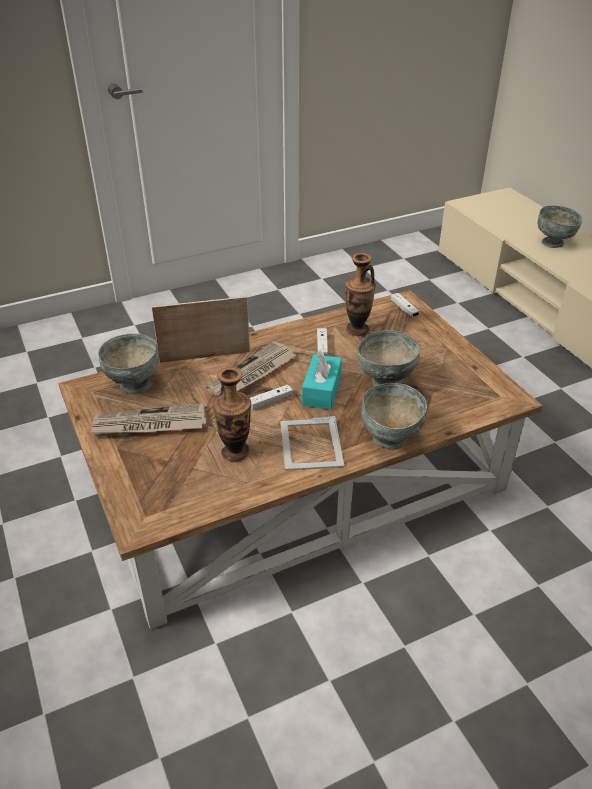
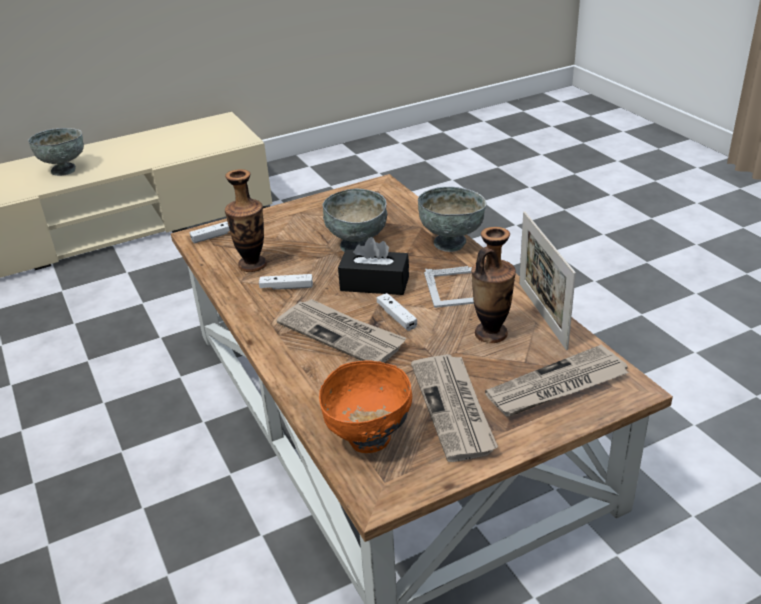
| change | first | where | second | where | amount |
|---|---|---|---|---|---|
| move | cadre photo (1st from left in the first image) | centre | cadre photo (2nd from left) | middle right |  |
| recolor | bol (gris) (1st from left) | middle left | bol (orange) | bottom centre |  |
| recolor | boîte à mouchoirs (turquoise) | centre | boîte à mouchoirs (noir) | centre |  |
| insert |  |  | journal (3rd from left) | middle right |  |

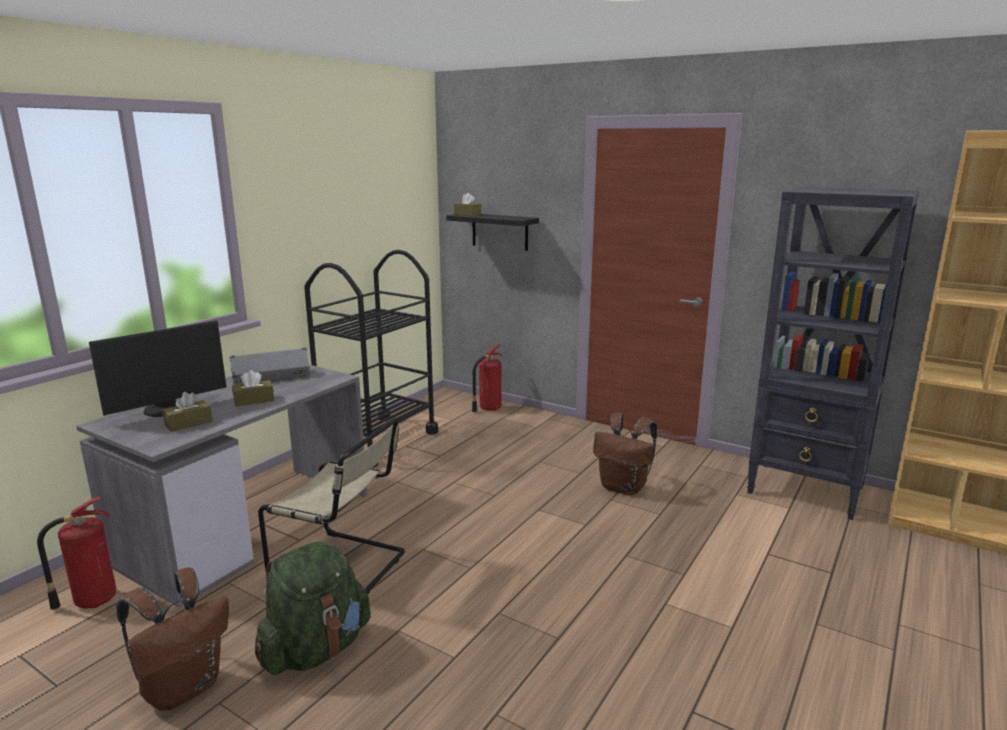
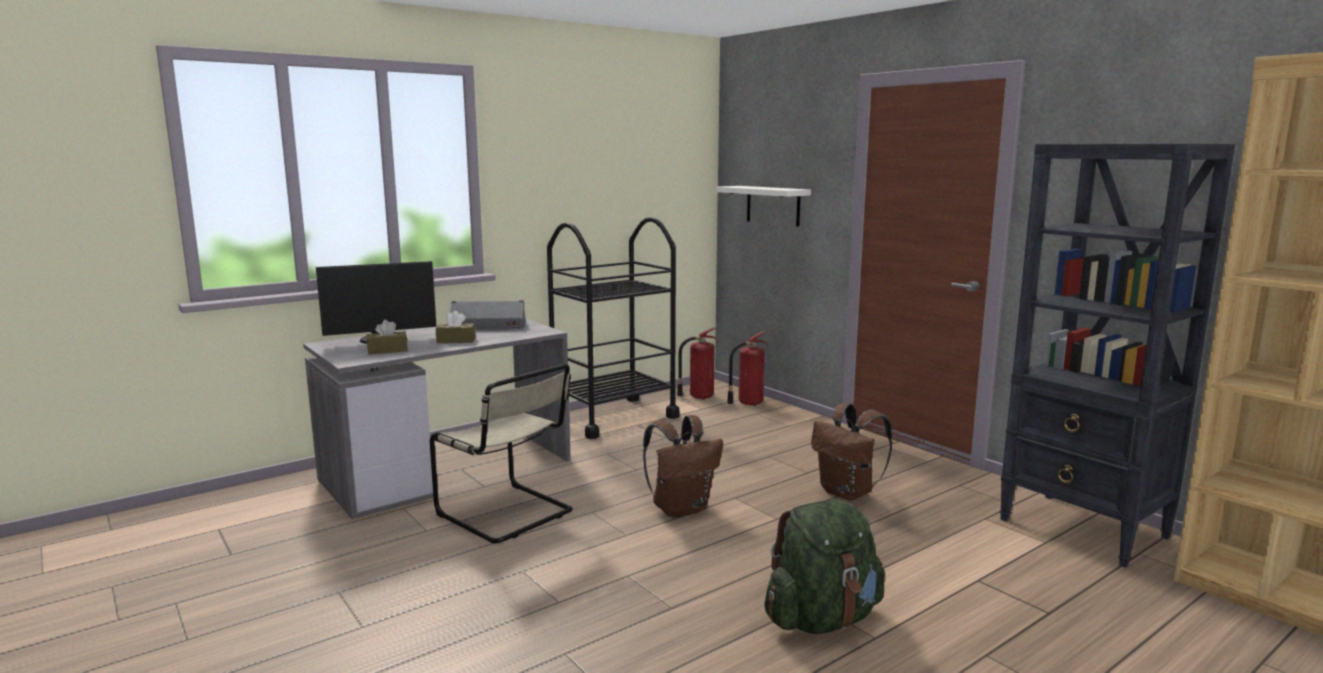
| change | first | where | second | where | amount |
|---|---|---|---|---|---|
| delete | boîte à mouchoirs (marron) (3rd from left) | top centre |  |  |  |
| recolor | étagère (noir) | top centre | étagère (blanc) | top centre |  |
| move | extincteur (1st from left) | bottom left |  | centre |  |
| move | sac à dos (vert) | bottom left |  | bottom centre |  |
| move | sac à dos (marron) (1st from left) | bottom left |  | bottom centre |  |

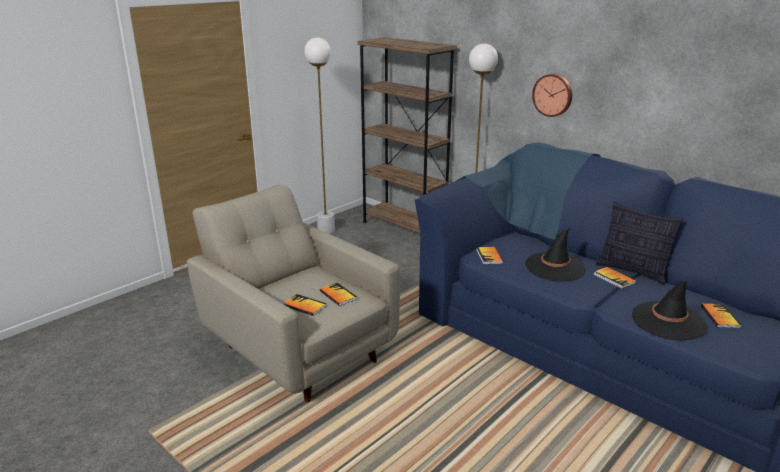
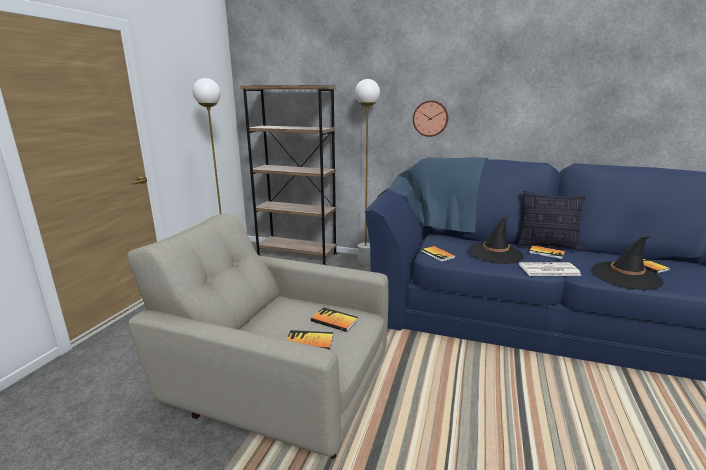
| change | first | where | second | where | amount |
|---|---|---|---|---|---|
| insert |  |  | journal | middle right |  |

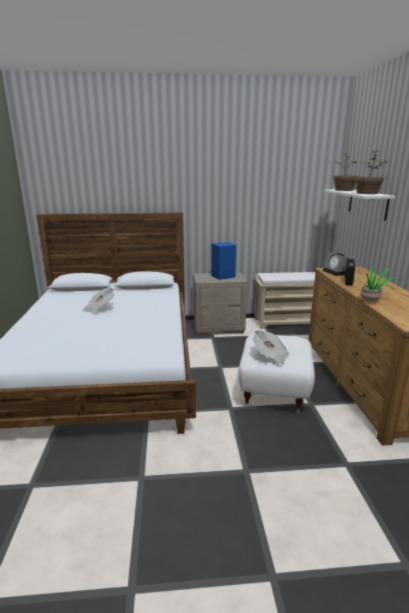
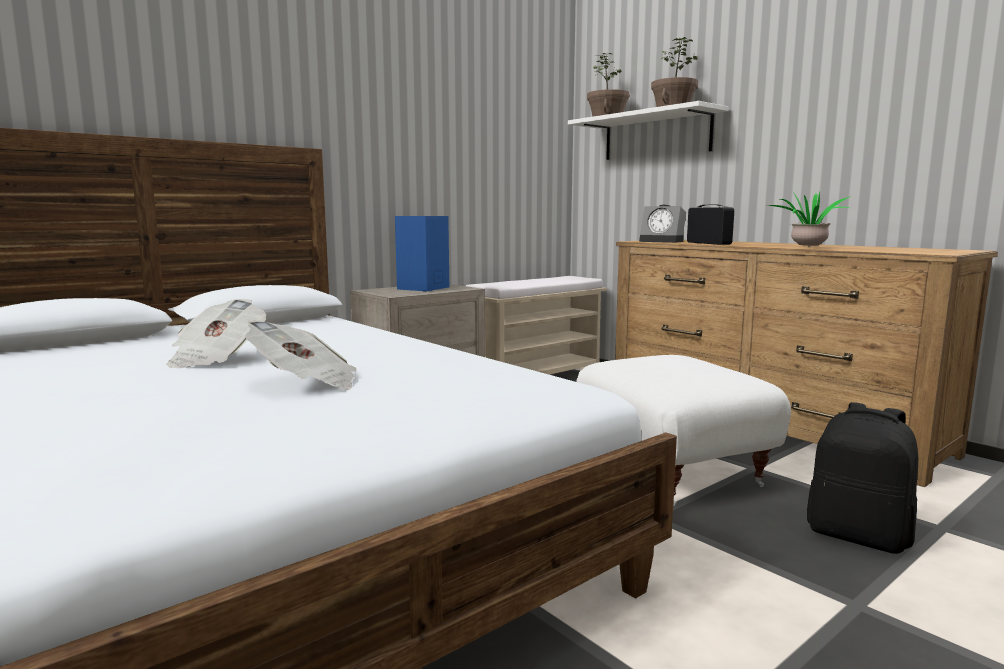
| change | first | where | second | where | amount |
|---|---|---|---|---|---|
| move | journal (2nd from left) | centre |  | middle left |  |
| insert |  |  | sac à dos (noir) | bottom right |  |

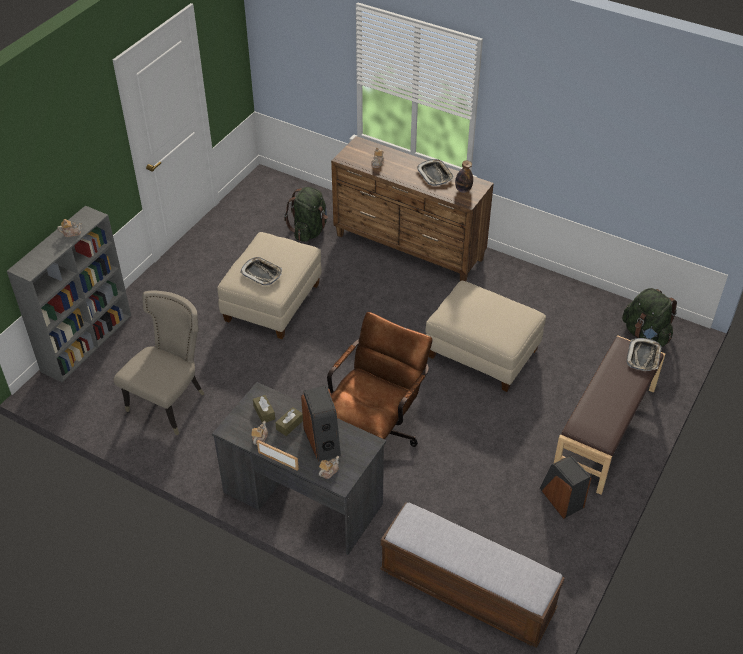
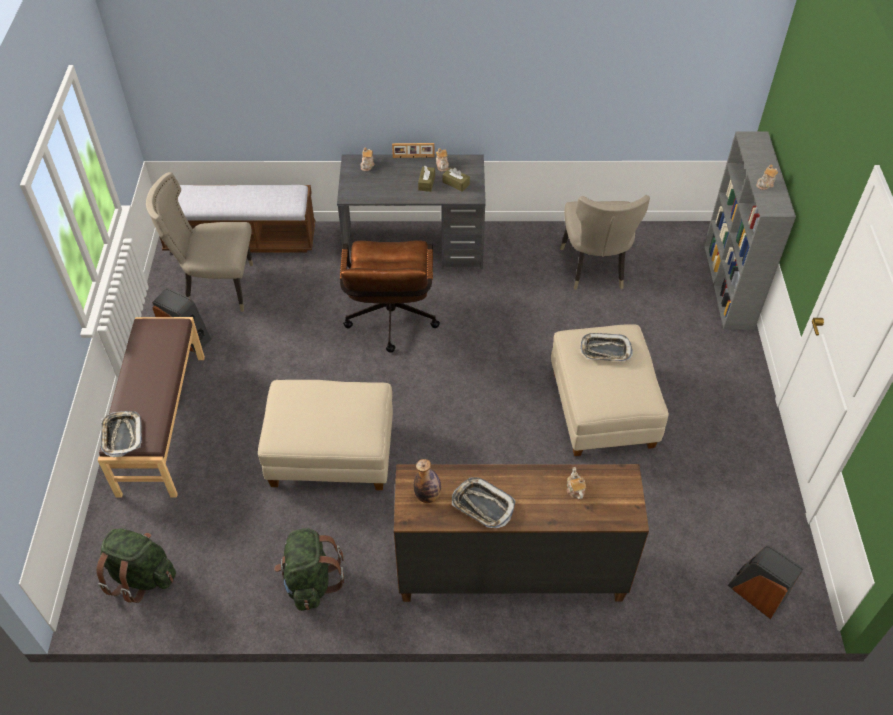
| change | first | where | second | where | amount |
|---|---|---|---|---|---|
| move | sac à dos (vert) (1st from left in the first image) | top centre | sac à dos (vert) (2nd from left) | bottom centre |  |
| move | enceinte (1st from left in the first image) | centre | enceinte (2nd from left) | bottom right |  |
| insert |  |  | chaise (beige) (1st from left) | middle left |  |

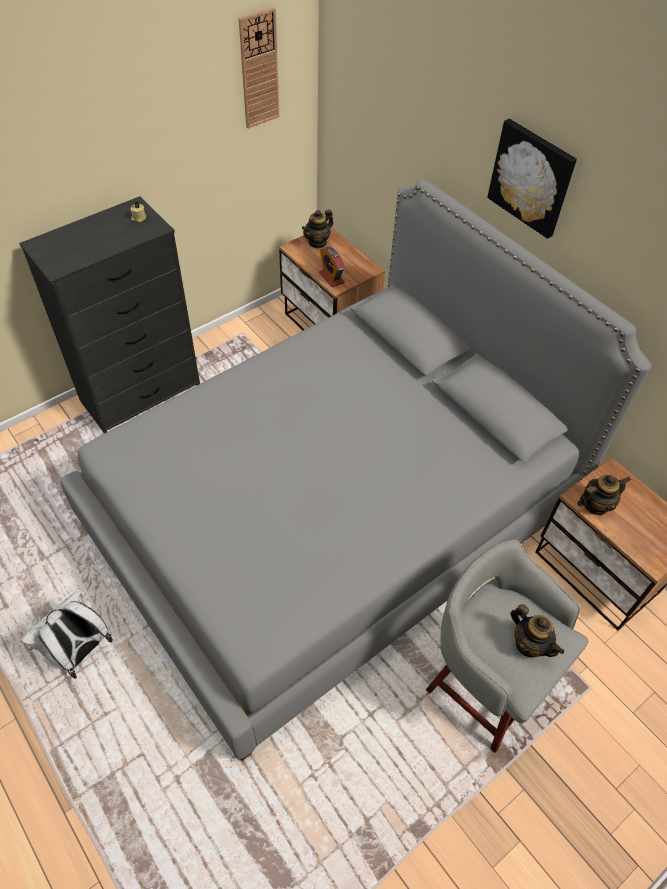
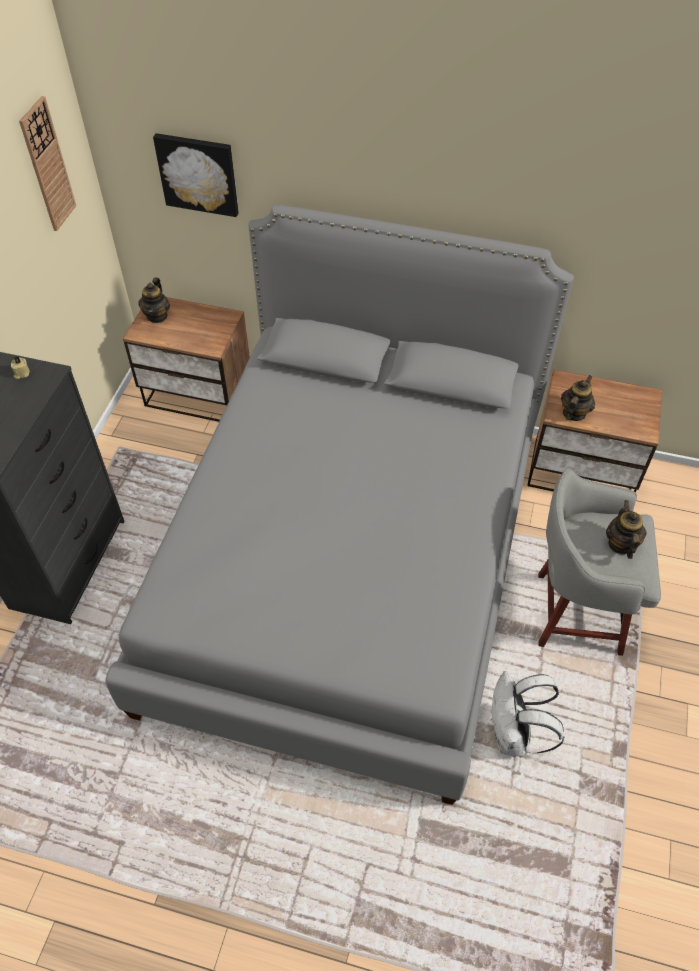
| change | first | where | second | where | amount |
|---|---|---|---|---|---|
| move | tableau | top right |  | top left |  |
| delete | réveil | top centre |  |  |  |
| move | sac à dos (blanc) | bottom left |  | bottom right |  |
| rotate | théière (2nd from left in the first image) | bottom right | théière (3rd from left) | middle right | 105 degrees counterclockwise |

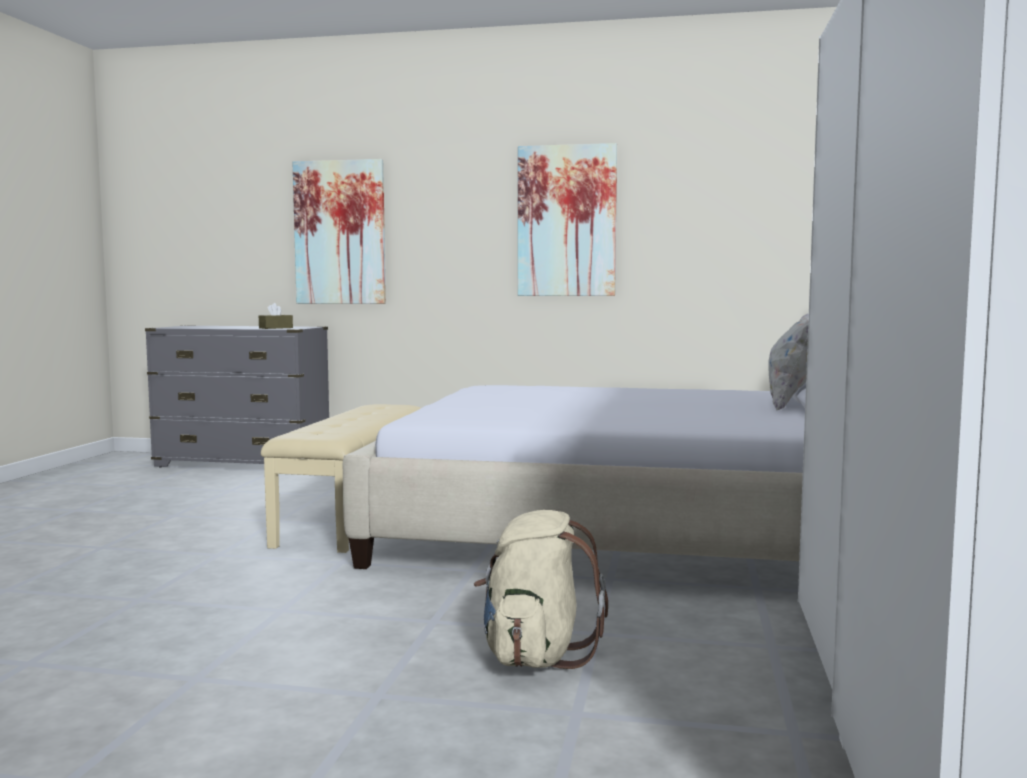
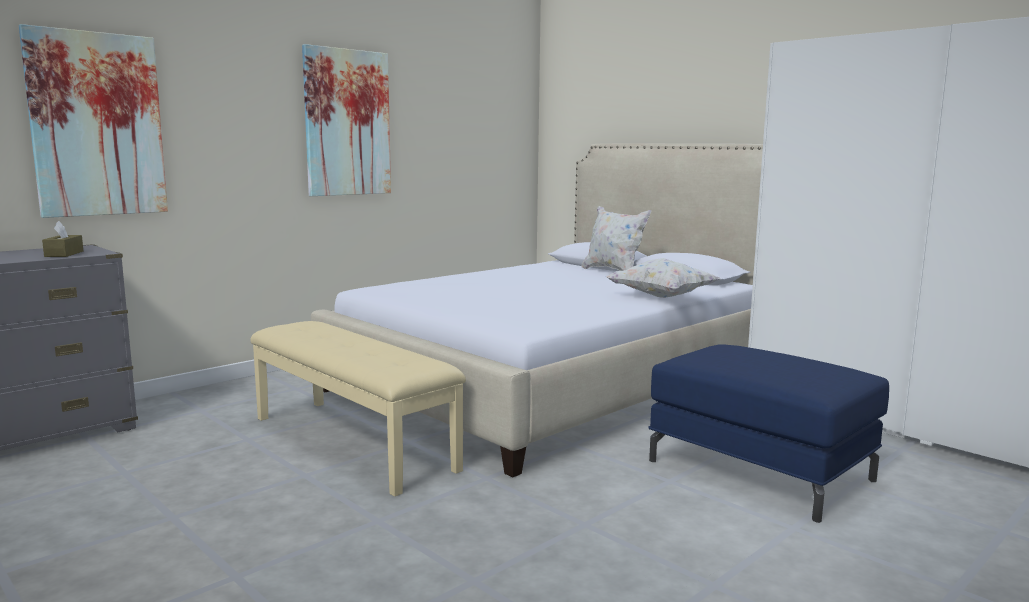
| change | first | where | second | where | amount |
|---|---|---|---|---|---|
| replace | sac à dos (beige) | bottom centre | pouf (bleu) | bottom right |  |
| insert |  |  | coussin (blanc) (2nd from left) | centre |  |

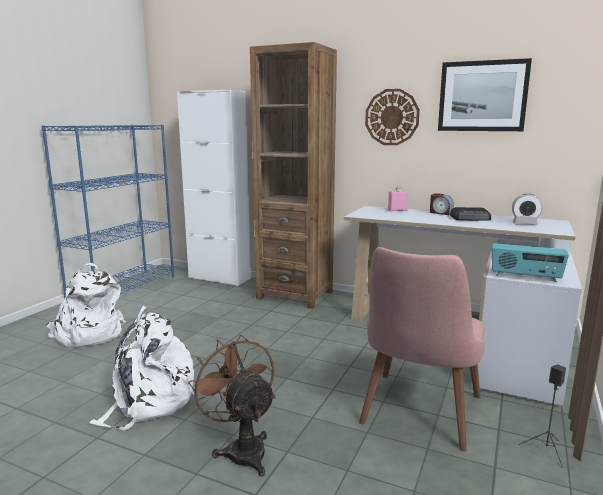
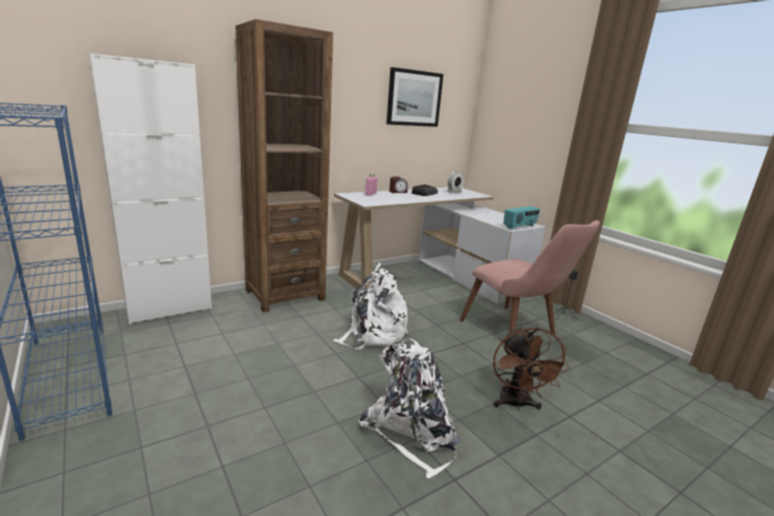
| change | first | where | second | where | amount |
|---|---|---|---|---|---|
| delete | horloge murale | top centre |  |  |  |
| move | sac à dos (blanc) (1st from left) | middle left |  | centre |  |
| rotate | ventilateur (marron) | bottom centre |  | bottom right | 90 degrees counterclockwise |

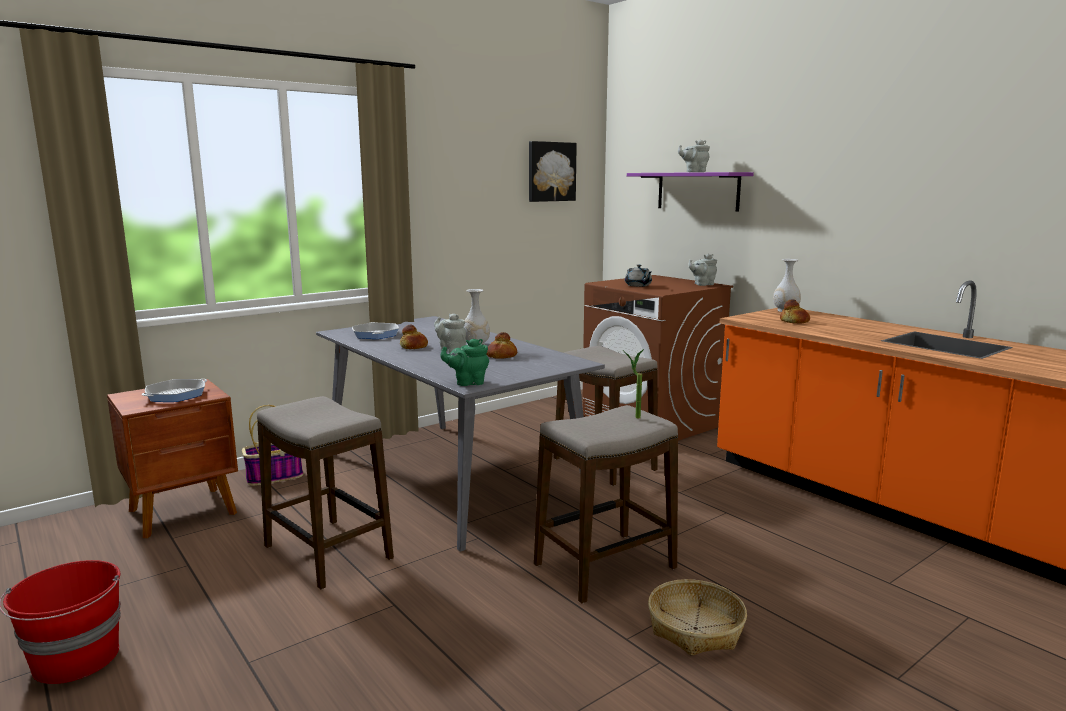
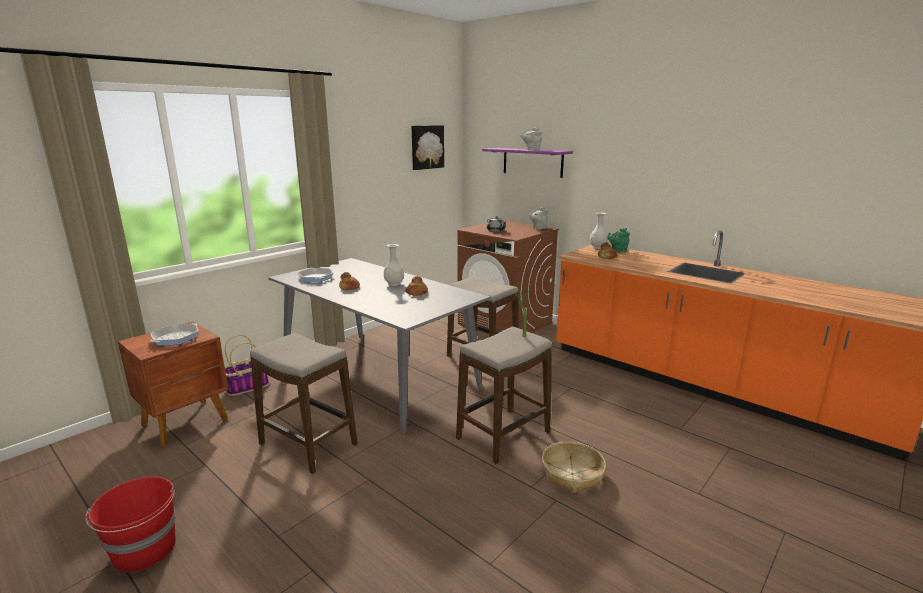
| change | first | where | second | where | amount |
|---|---|---|---|---|---|
| delete | théière (gris) (1st from left) | centre |  |  |  |
| move | théière (vert) | centre |  | middle right |  |

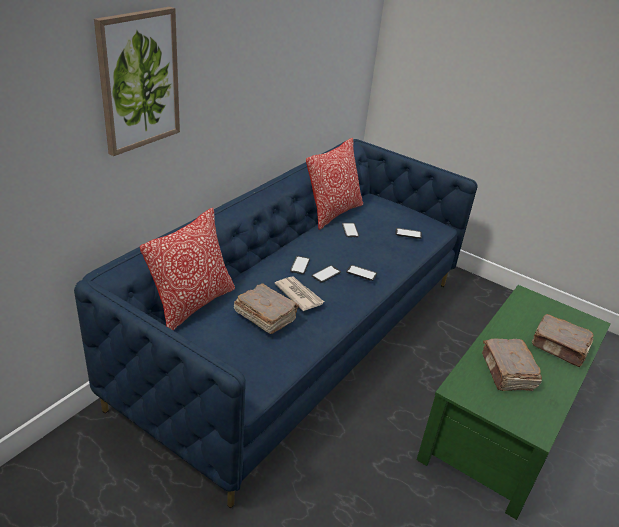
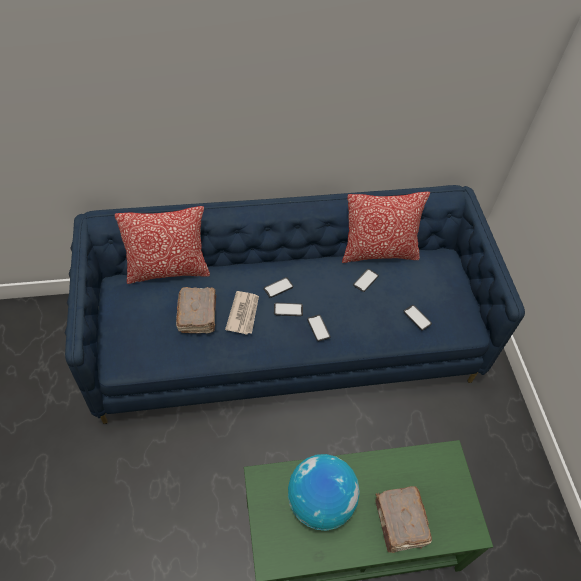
| change | first | where | second | where | amount |
|---|---|---|---|---|---|
| delete | tableau | top left |  |  |  |
| replace | livre (marron) (2nd from left) | bottom right | globe | bottom centre |  |

